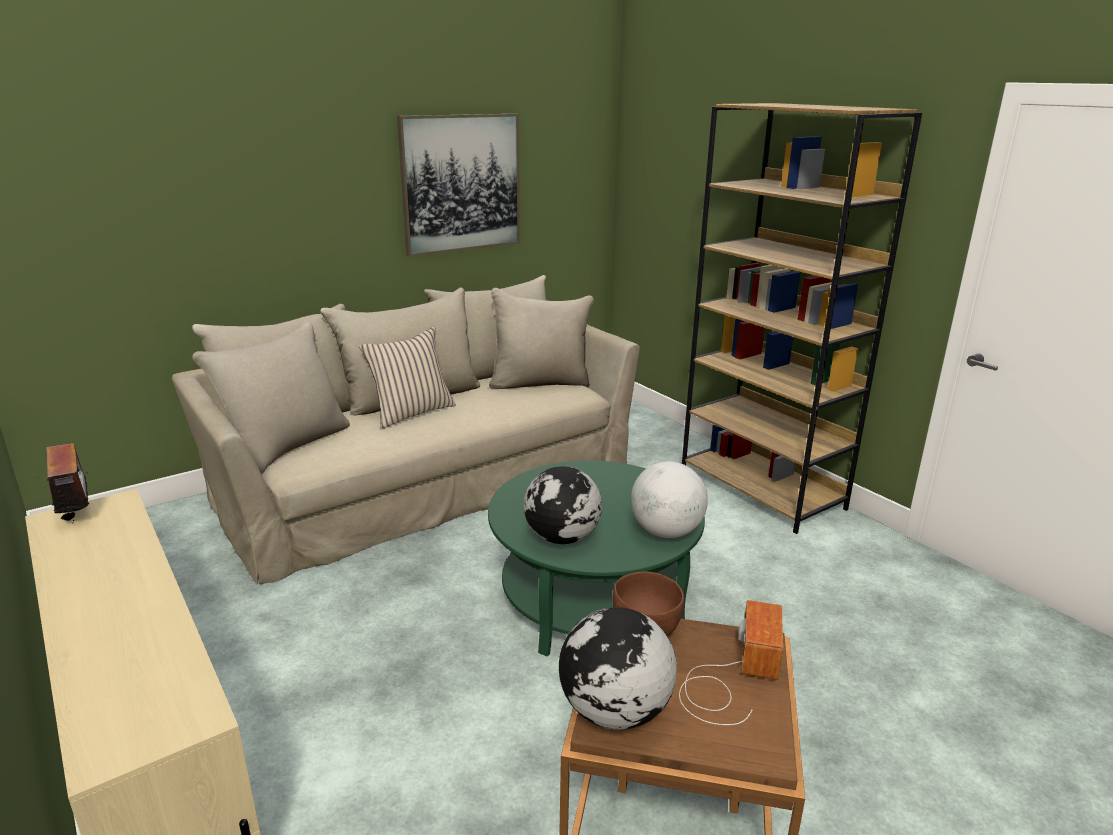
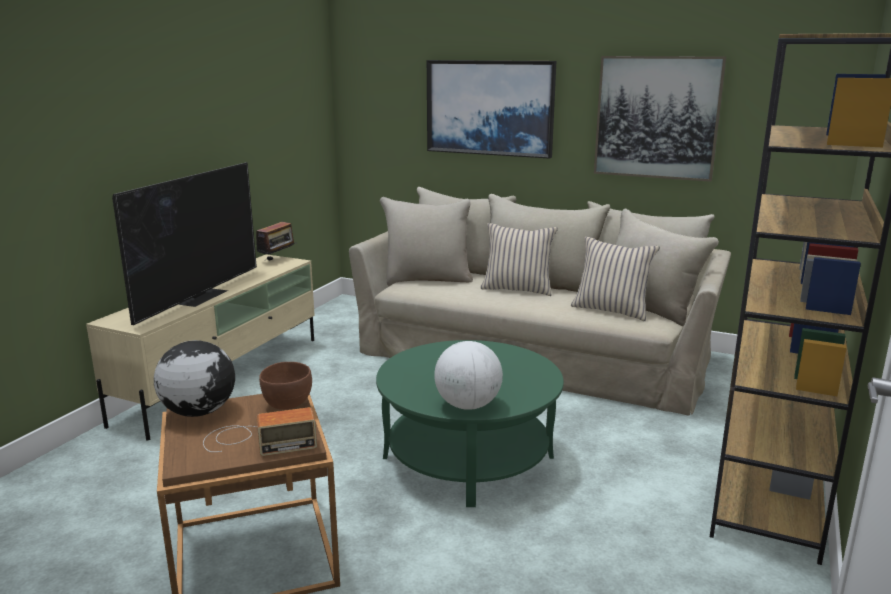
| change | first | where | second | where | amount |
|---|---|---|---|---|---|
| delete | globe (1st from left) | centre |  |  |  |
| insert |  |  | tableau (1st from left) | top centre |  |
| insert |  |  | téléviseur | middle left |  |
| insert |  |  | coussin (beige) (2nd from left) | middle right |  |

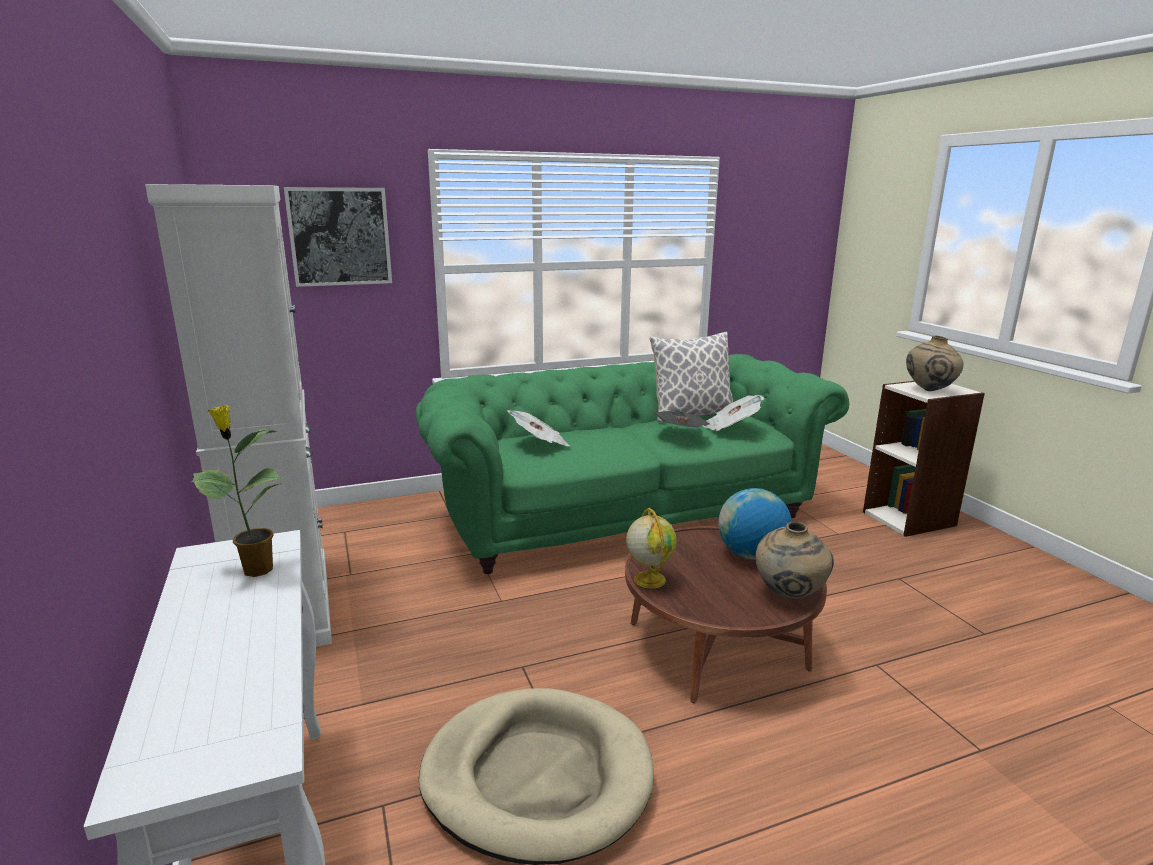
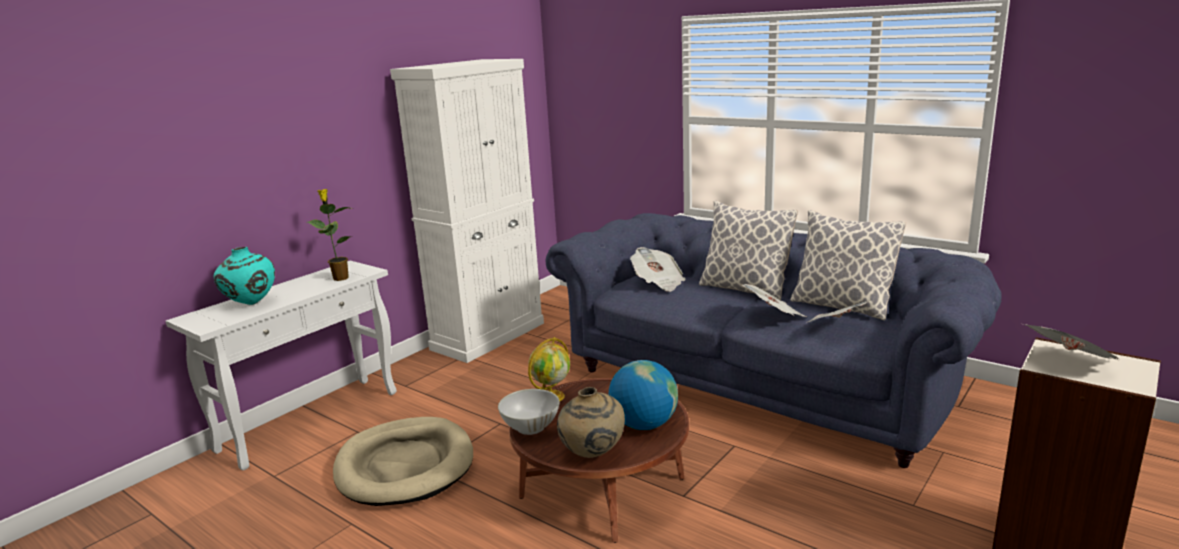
| change | first | where | second | where | amount |
|---|---|---|---|---|---|
| delete | tableau | top left |  |  |  |
| replace | vase (beige) (2nd from left) | middle right | journal (4th from left) | middle right |  |
| recolor | canapé (vert) | centre | canapé (bleu) | centre |  |
| insert |  |  | coussin (1st from left) | centre |  |
| insert |  |  | vase (turquoise) | middle left |  |
| insert |  |  | bol (blanc) | bottom centre |  |

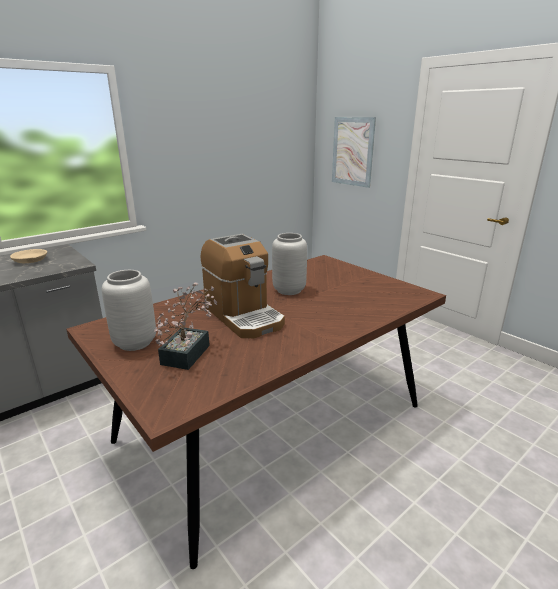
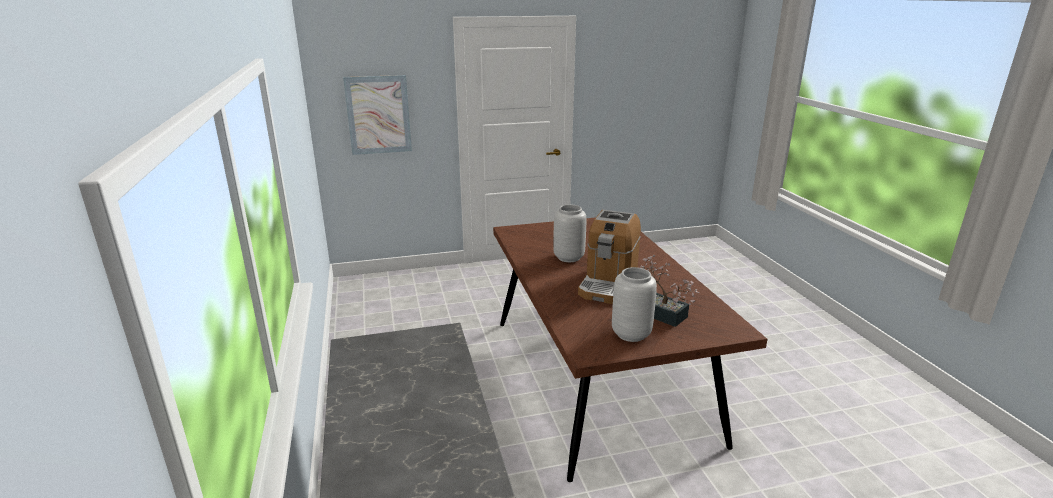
| change | first | where | second | where | amount |
|---|---|---|---|---|---|
| rotate | machine à café | centre |  | centre | 120 degrees clockwise |
| delete | bol (beige) | middle left |  |  |  |

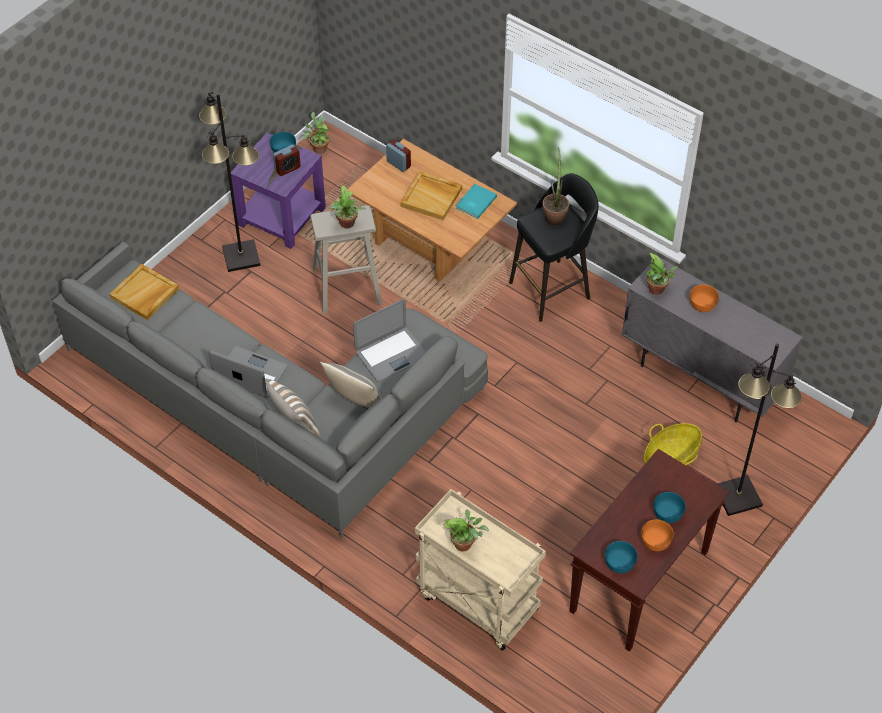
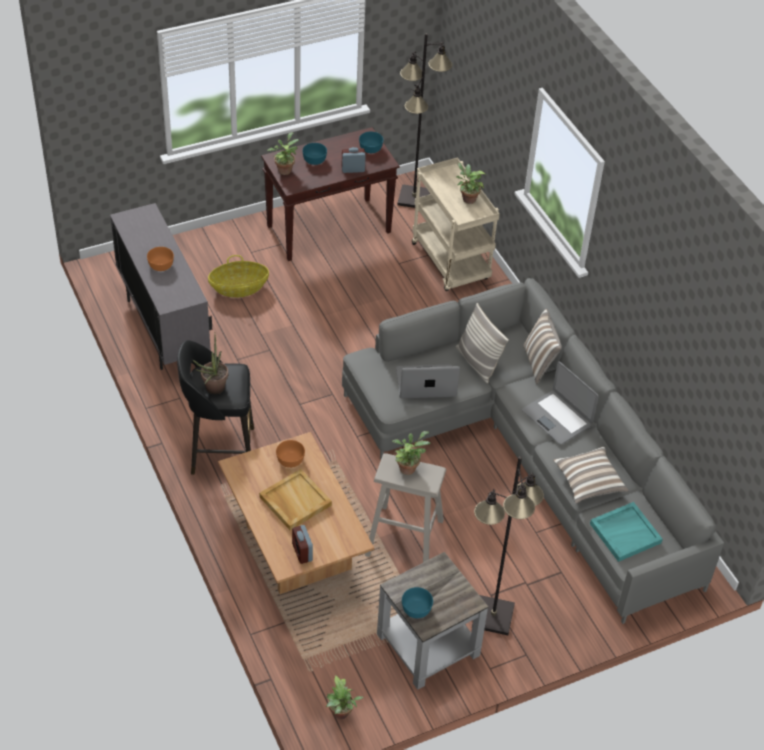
| change | first | where | second | where | amount |
|---|---|---|---|---|---|
| recolor | table d'appoint (violet) | top left | table d'appoint (gris) | bottom centre |  |
| move | réveil (1st from left in the first image) | top left | réveil (2nd from left) | top centre |  |
| delete | livre (turquoise) | top centre |  |  |  |
| move | plante en pot (5th from left in the first image) | middle right | plante en pot (2nd from left) | top centre |  |
| recolor | plateau (beige) (1st from left) | middle left | plateau (turquoise) | bottom right |  |
| move | lampadaire (noir) (2nd from left in the first image) | middle right | lampadaire (noir) (1st from left) | top centre |  |
| move | bol (orange) (1st from left in the first image) | bottom right | bol (orange) (2nd from left) | centre |  |
| insert |  |  | coussin (3rd from left) | middle right |  |

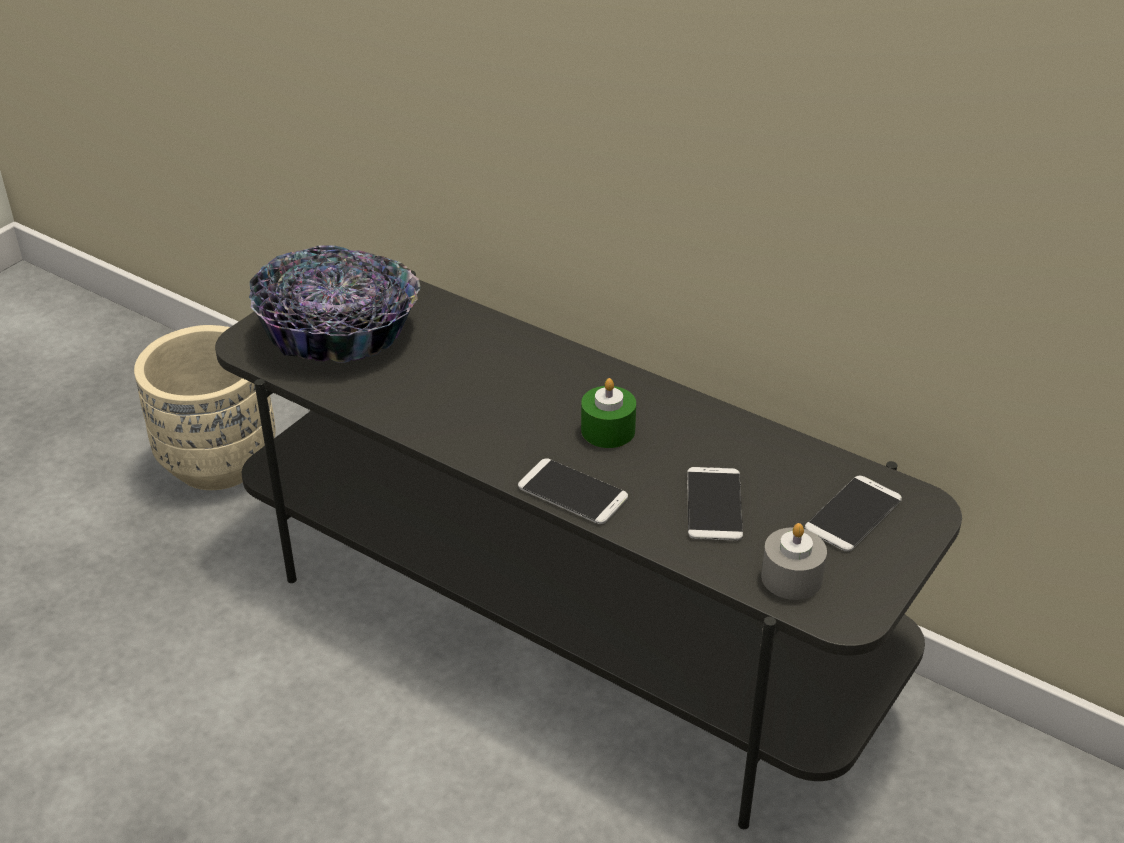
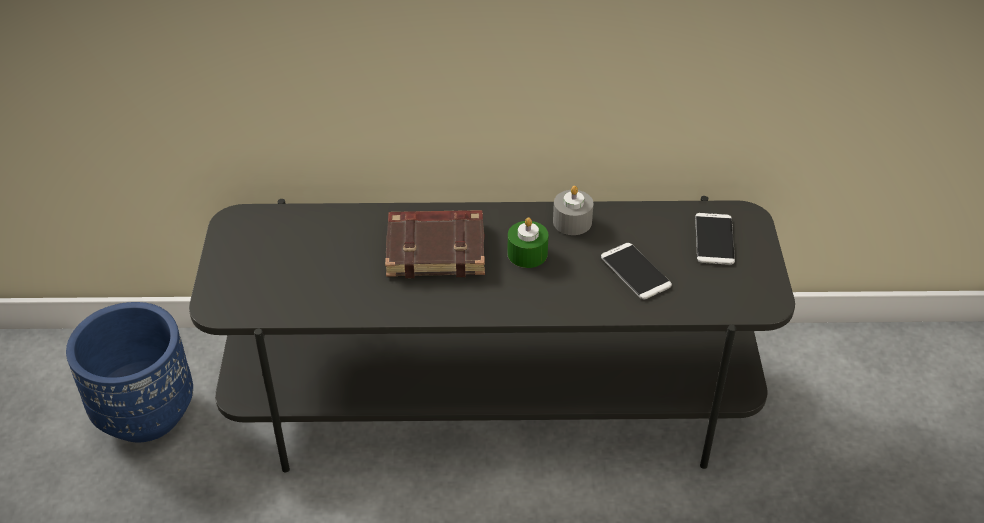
| change | first | where | second | where | amount |
|---|---|---|---|---|---|
| delete | bol | middle left |  |  |  |
| recolor | cache-pot (beige) | middle left | cache-pot (bleu) | bottom left |  |
| delete | téléphone (1st from left) | centre |  |  |  |
| move | bougie (gris) | middle right |  | centre |  |
| insert |  |  | livre (marron) | centre |  |

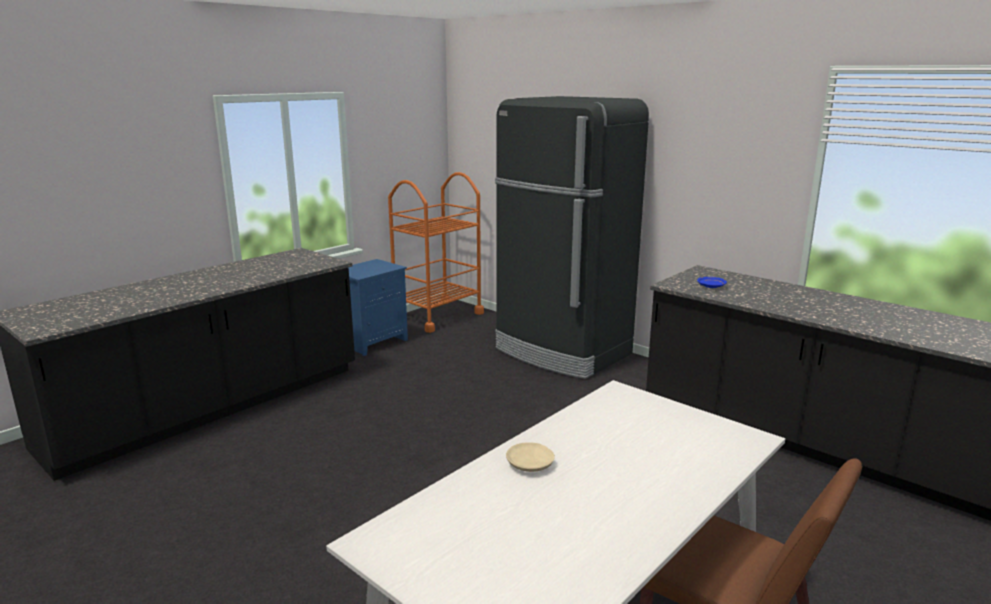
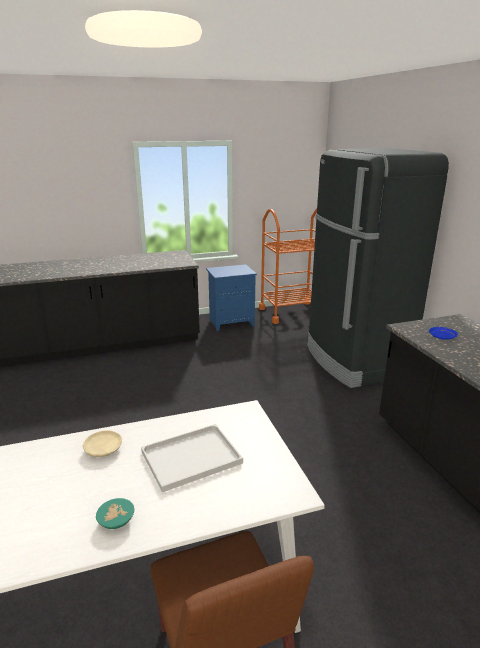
| change | first | where | second | where | amount |
|---|---|---|---|---|---|
| insert |  |  | plateau (blanc) | bottom centre |  |
| insert |  |  | bol (turquoise) | bottom left |  |

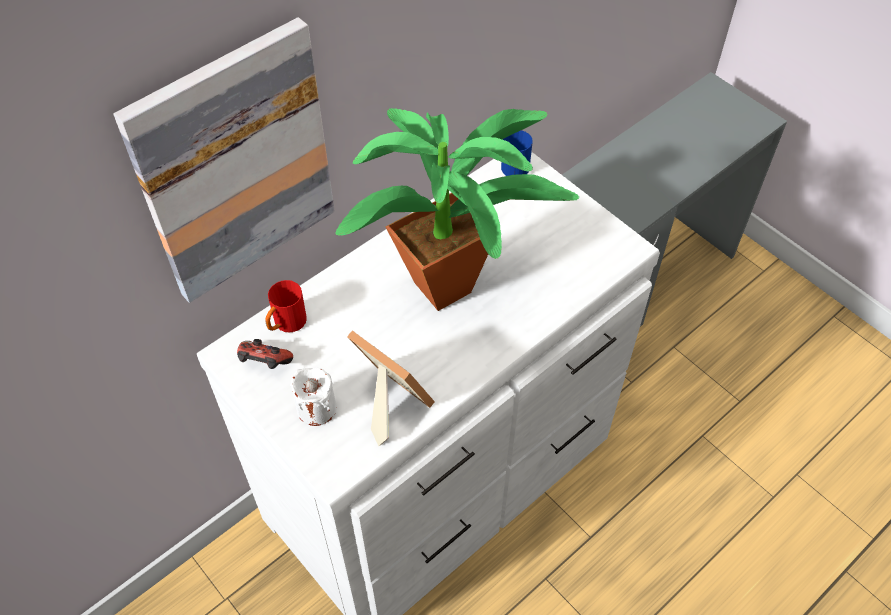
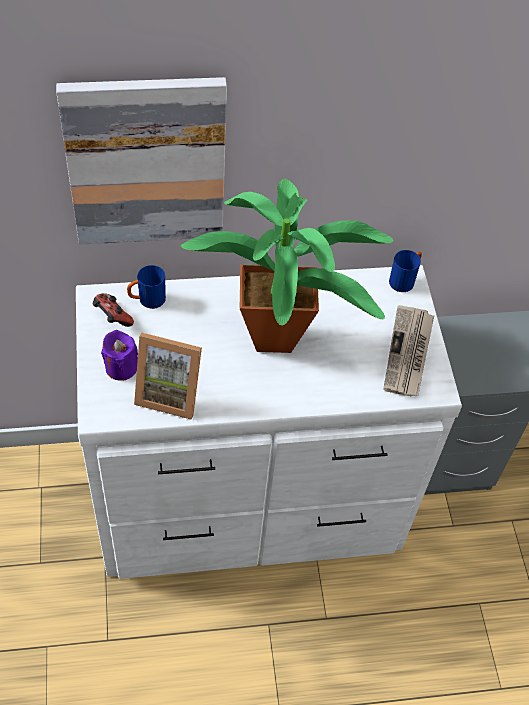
| change | first | where | second | where | amount |
|---|---|---|---|---|---|
| recolor | mug (rouge) | middle left | mug (bleu) (1st from left) | middle left |  |
| rotate | cadre photo | centre |  | middle left | 120 degrees clockwise |
| recolor | bougie (blanc) | centre | bougie (violet) | middle left |  |
| insert |  |  | journal | middle right |  |

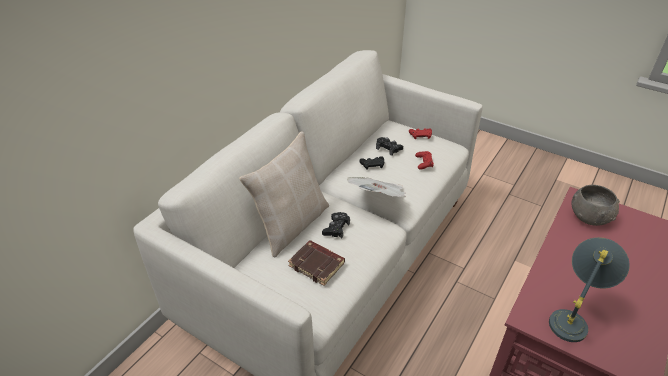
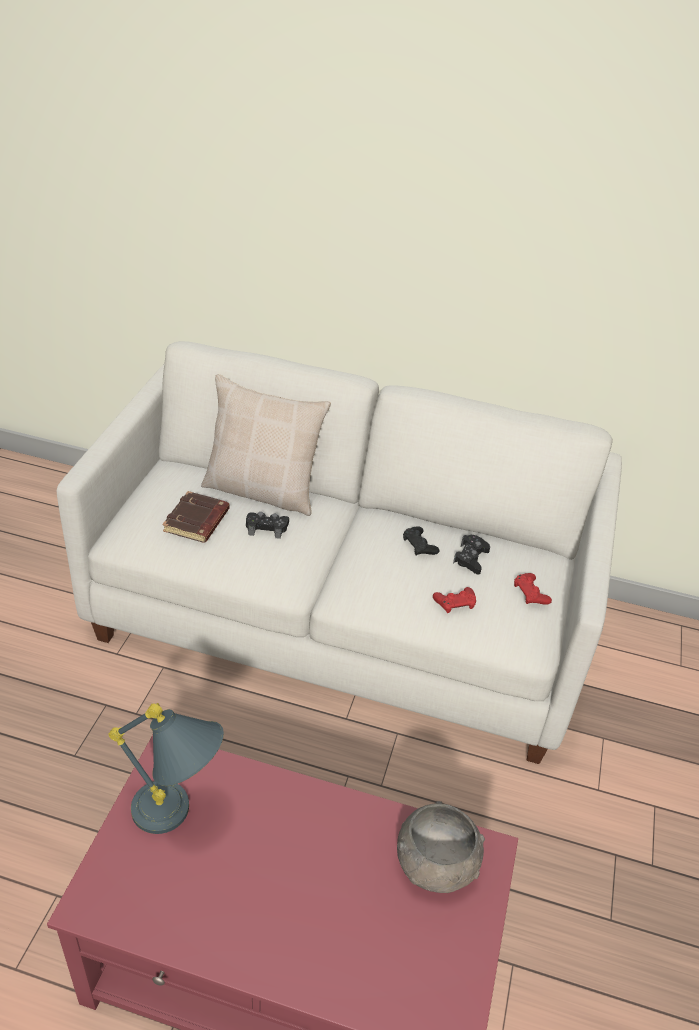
| change | first | where | second | where | amount |
|---|---|---|---|---|---|
| delete | journal | centre |  |  |  |

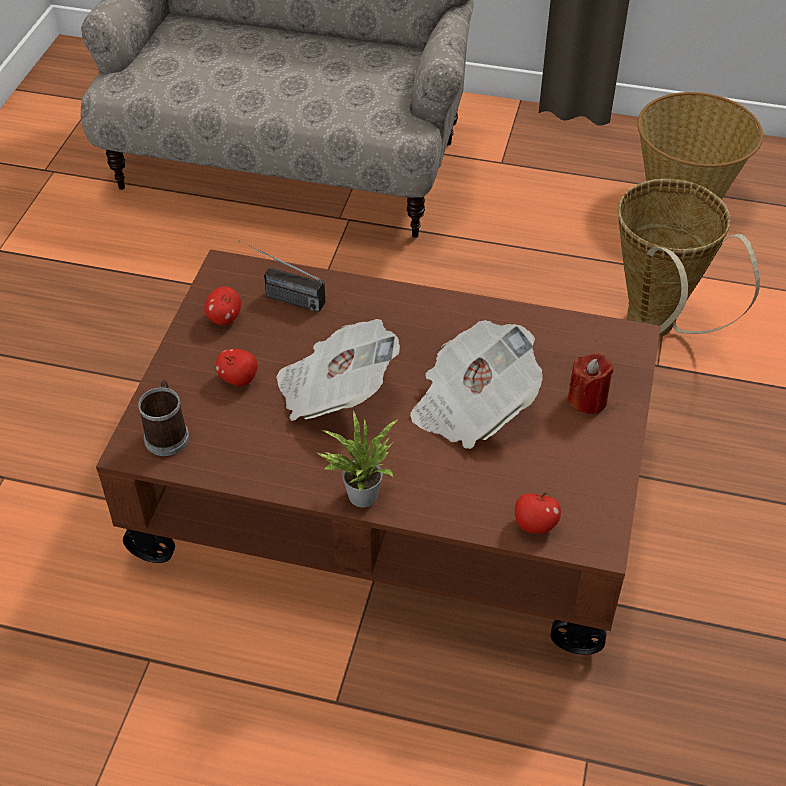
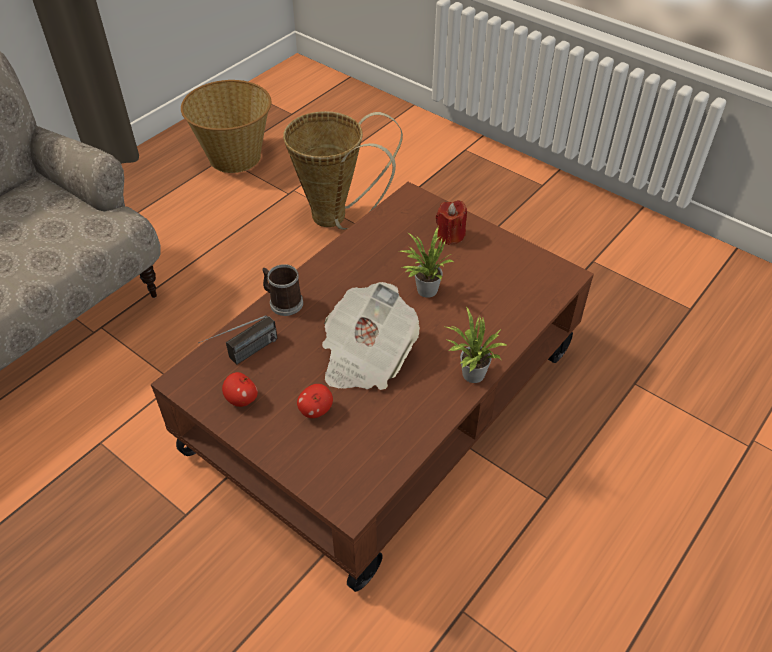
| change | first | where | second | where | amount |
|---|---|---|---|---|---|
| replace | journal (2nd from left) | centre | plante en pot (1st from left) | centre |  |
| move | mug | middle left |  | centre |  |
| delete | pomme (3rd from left) | middle right |  |  |  |

